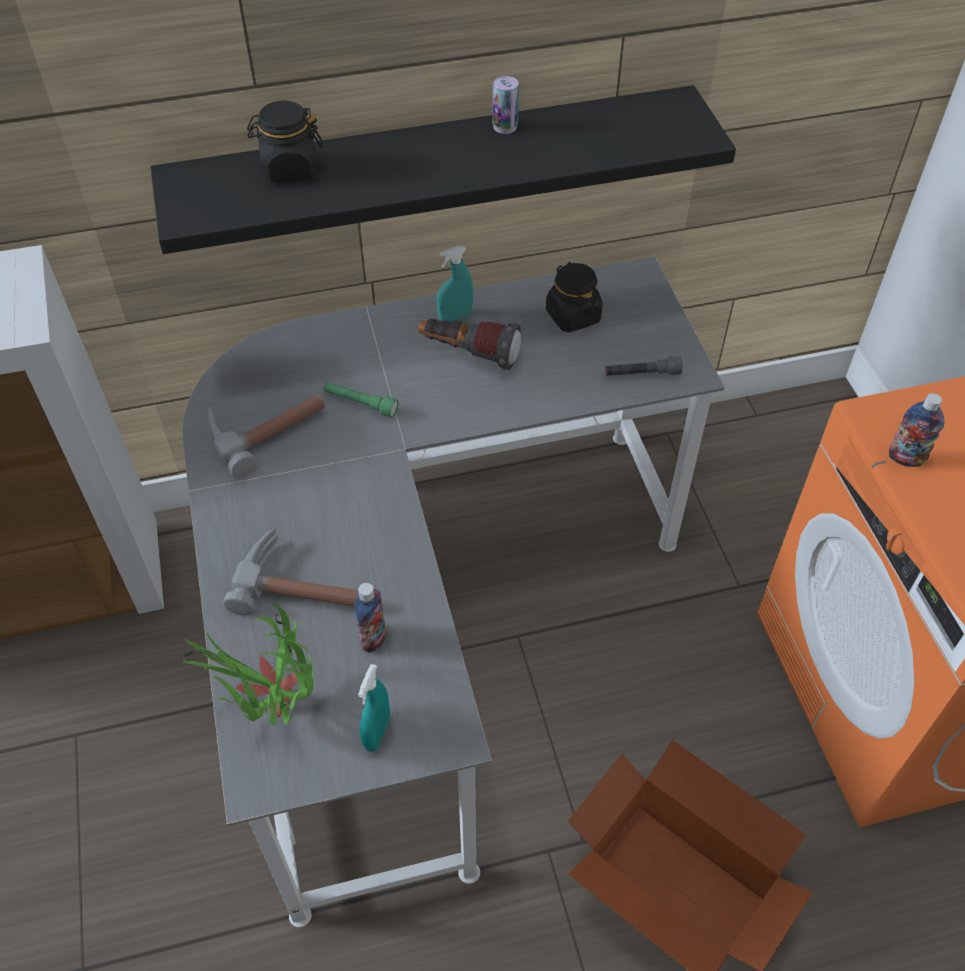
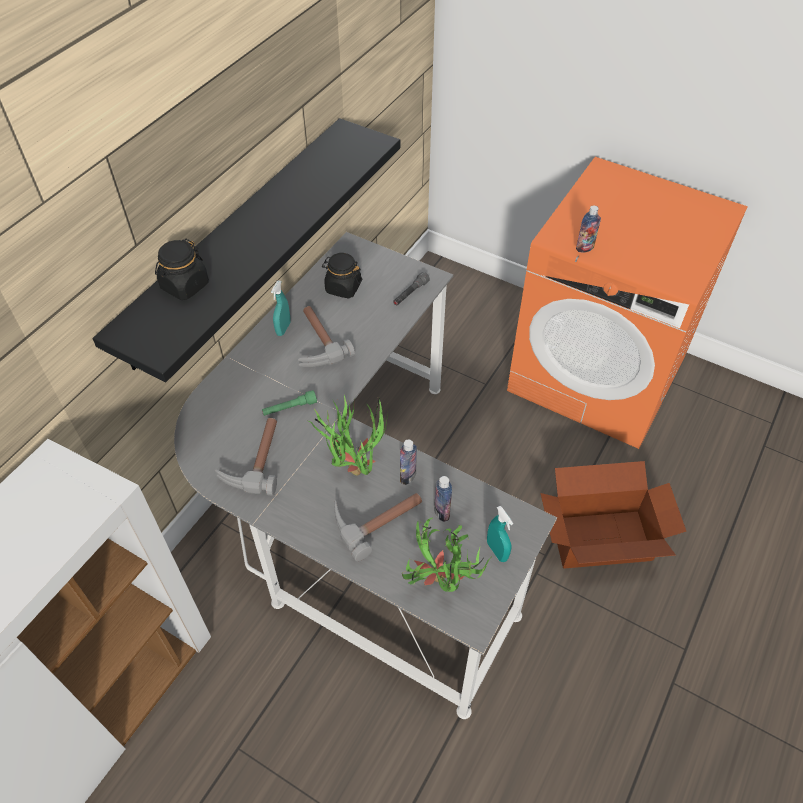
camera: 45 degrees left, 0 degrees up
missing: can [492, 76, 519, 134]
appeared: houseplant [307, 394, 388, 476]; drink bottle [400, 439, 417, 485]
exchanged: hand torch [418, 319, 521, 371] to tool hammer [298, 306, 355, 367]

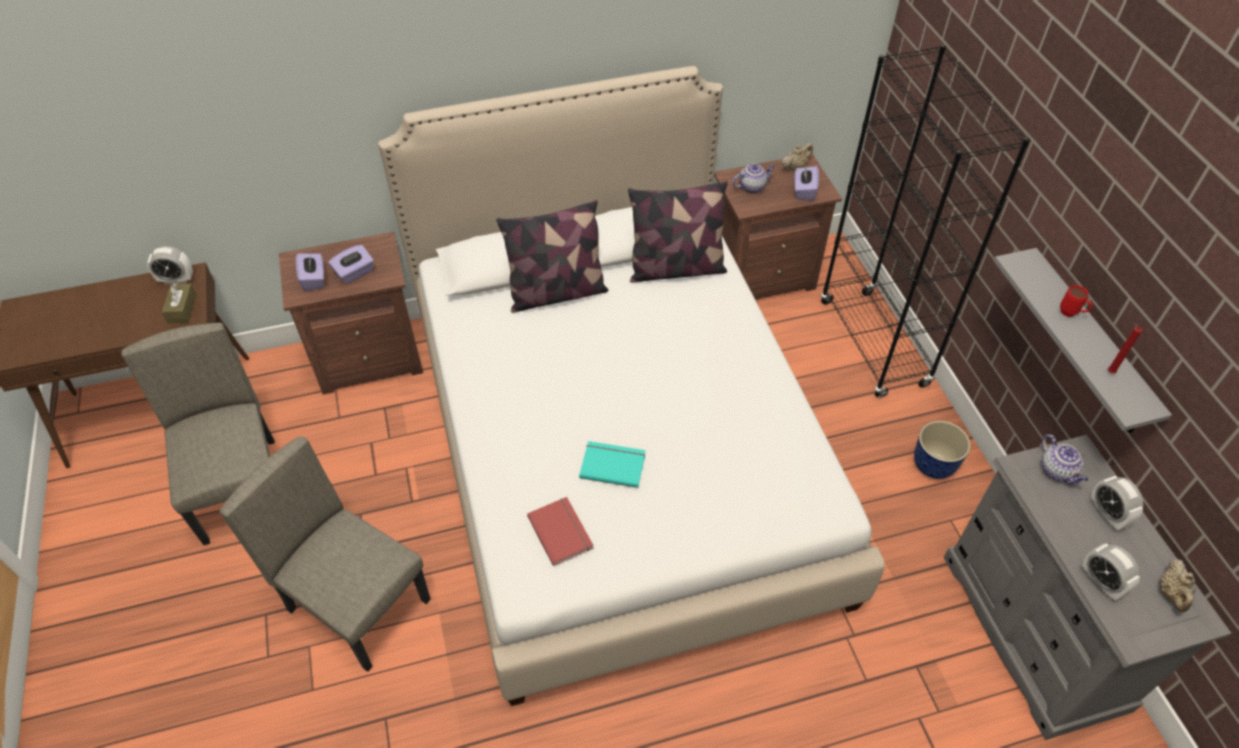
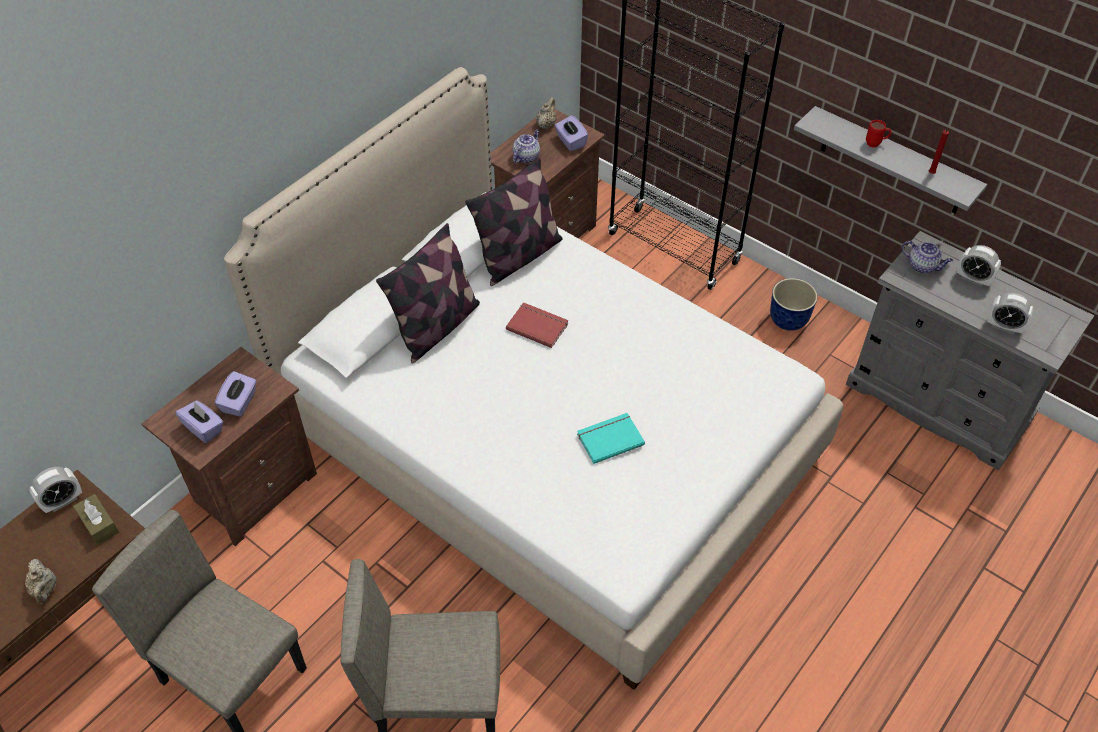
camera: 35 degrees left, 0 degrees up
relocated: sand-coloured teapot [1160, 559, 1196, 612] to [25, 559, 56, 605]; red-coloured volume [527, 497, 593, 566] to [506, 302, 569, 348]

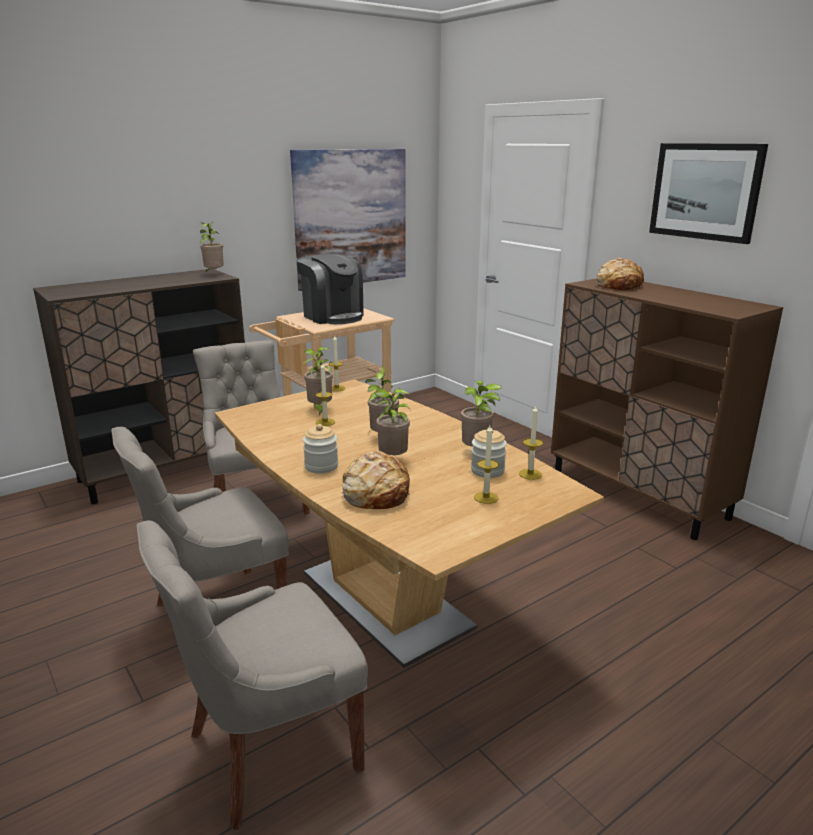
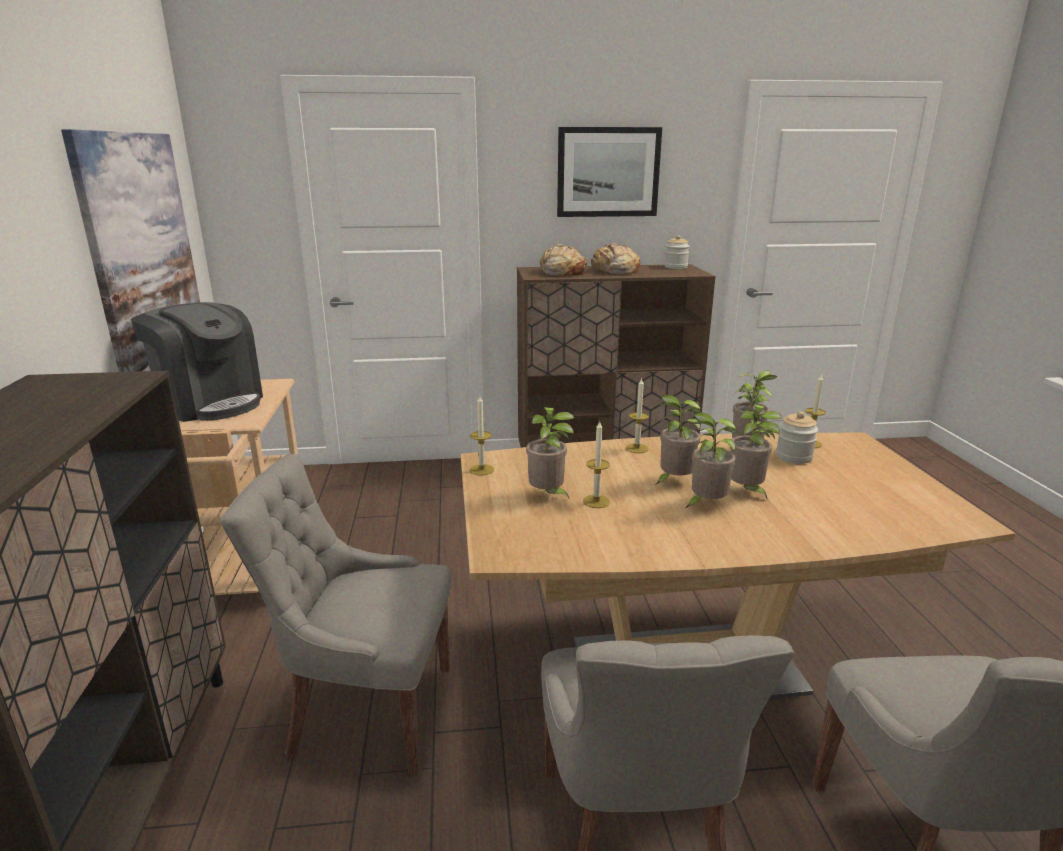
camera: 60 degrees left, 0 degrees up
relocated: bread [342, 451, 410, 509] to [591, 243, 640, 275]; candle [474, 425, 499, 504] to [626, 377, 649, 453]; storage jar [303, 424, 338, 474] to [664, 235, 690, 269]; houseplant [200, 221, 224, 273] to [686, 413, 738, 508]
spun: coffee machine [296, 254, 364, 324] = [131, 302, 263, 422] 45 degrees clockwise

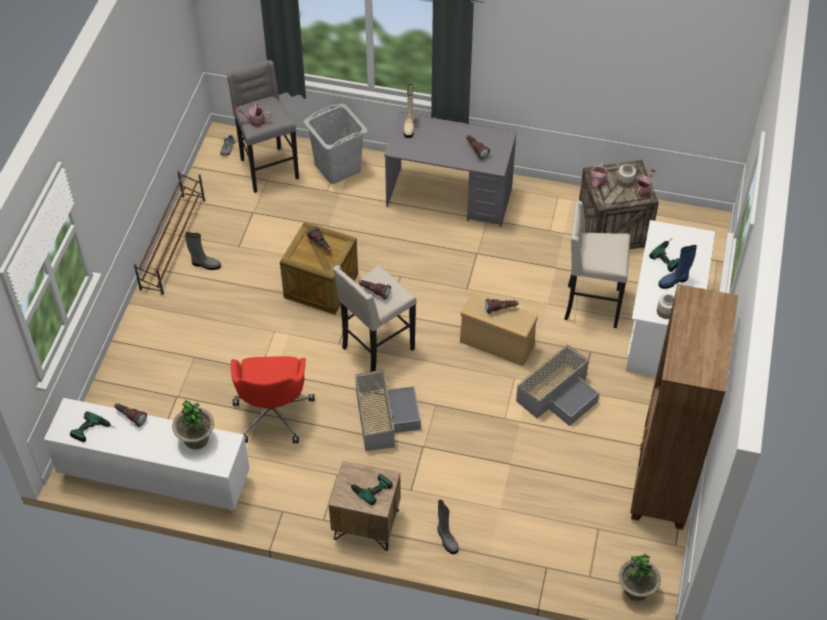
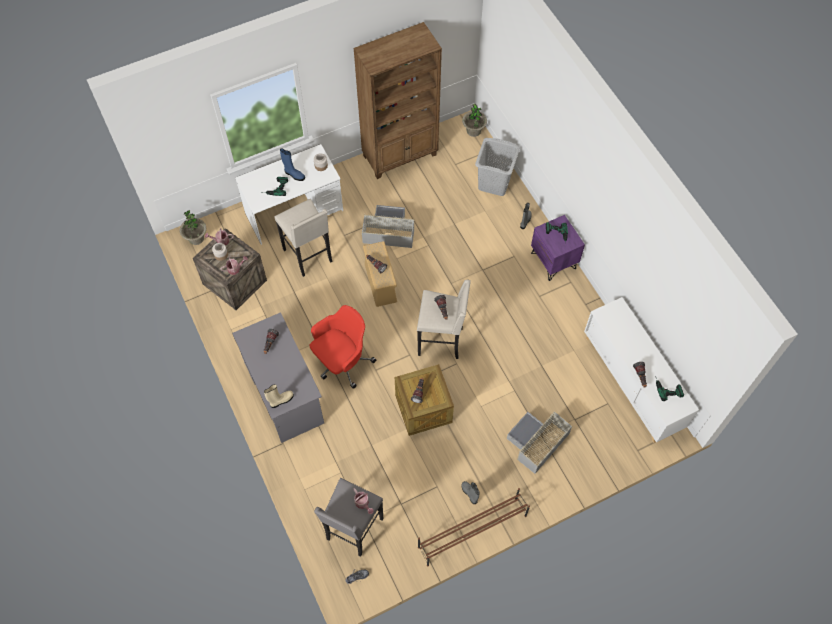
camera: 130 degrees left, 10 degrees up
relocated: houseplant [172, 400, 214, 450] to [180, 210, 206, 245]; red-coloured desk chair [231, 356, 315, 443] to [310, 305, 376, 389]; grey hamper [304, 103, 367, 184] to [475, 138, 520, 196]; grey storage container [355, 369, 421, 451] to [507, 411, 573, 474]
colour: brown-coloured bedside table [329, 461, 401, 551] to purple-coloured bedside table [531, 215, 585, 281]

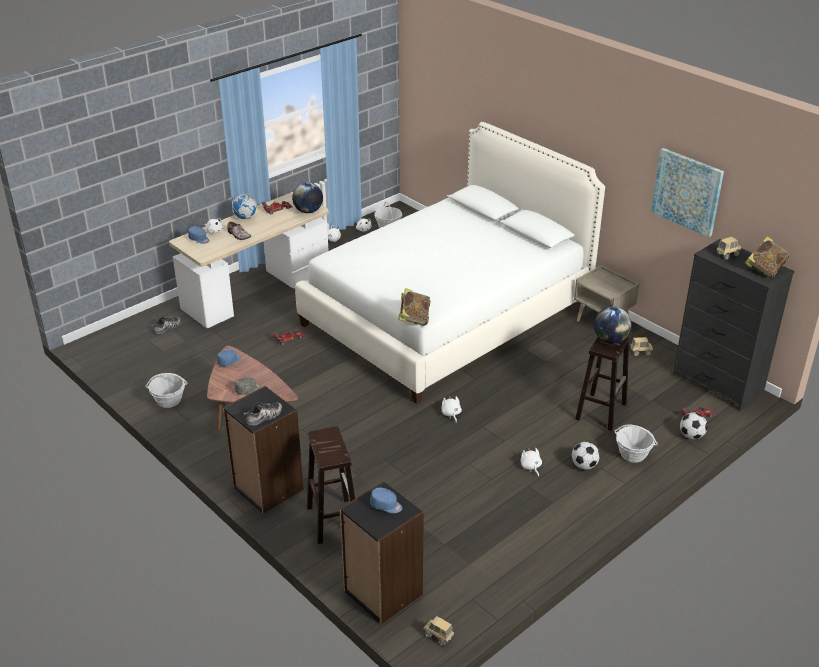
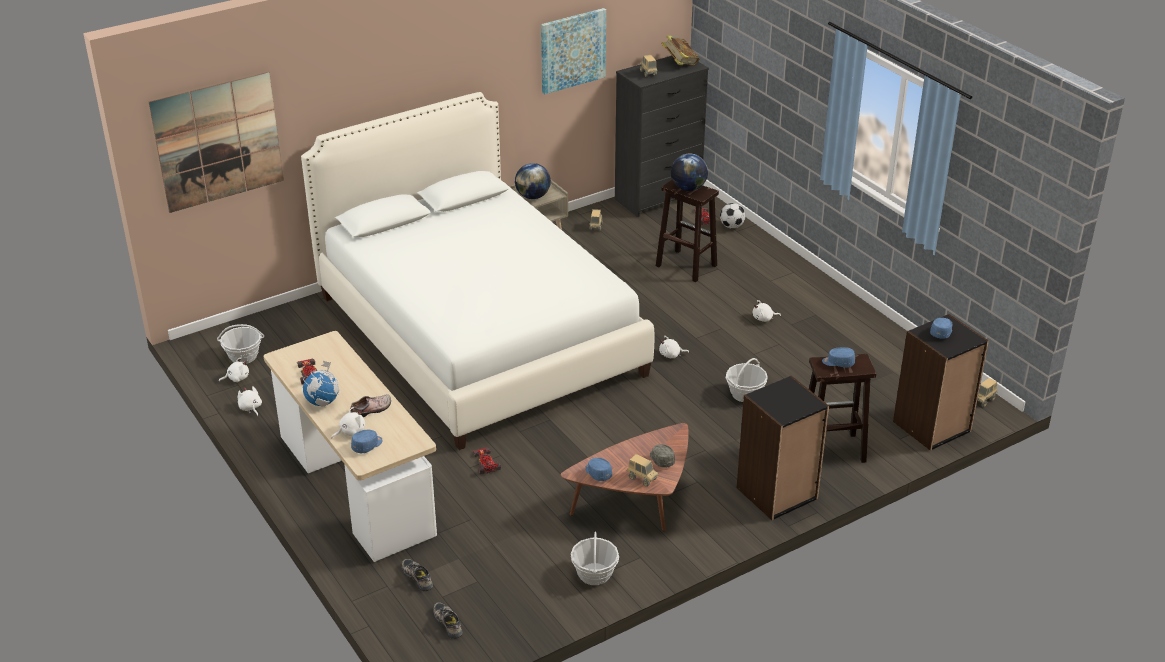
camera: 80 degrees left, 0 degrees up
missing: volume [398, 288, 430, 326]; football [572, 442, 600, 470]
appeared: picture [149, 72, 284, 213]; toy lorry [627, 454, 658, 487]; bluish peaked cap [822, 347, 855, 367]
relocated: item of footwear [243, 403, 282, 426] to [433, 602, 462, 639]; world globe [292, 182, 323, 213] to [515, 163, 551, 199]; storage basket [614, 424, 658, 463] to [726, 358, 768, 402]

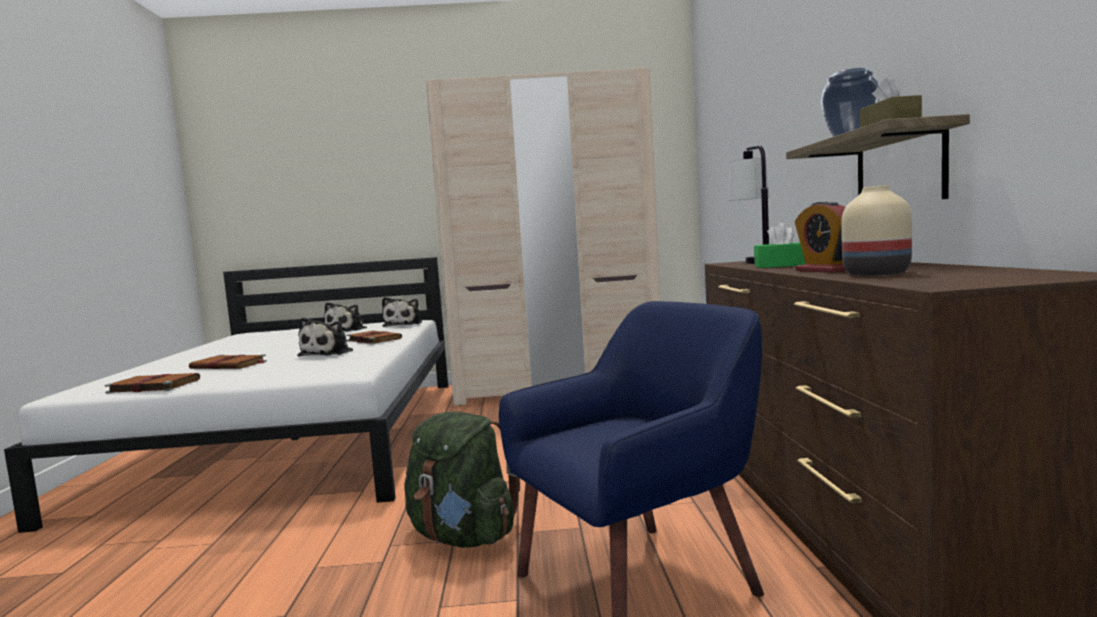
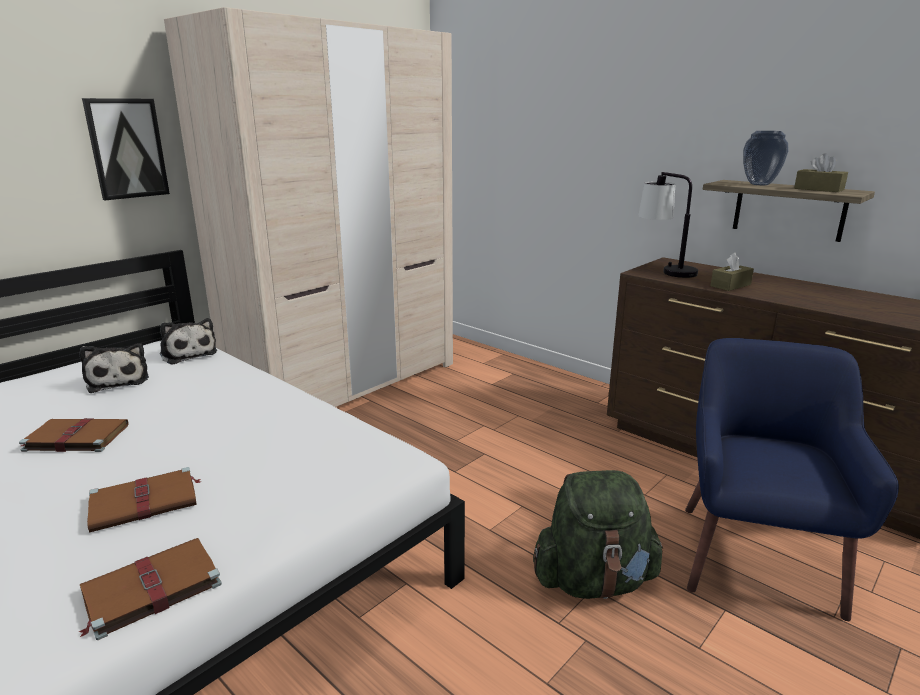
camera: 45 degrees left, 15 degrees up
missing: cuddly toy [297, 317, 353, 357]; alarm clock [795, 201, 846, 273]; sand-coloured vase [841, 185, 912, 276]
appeared: picture [82, 98, 170, 200]
relocated: brown-coloured volume [346, 331, 402, 345] to [19, 418, 128, 452]
colour: green-coloured tissue holder [754, 223, 805, 268] to brown-coloured tissue holder [710, 253, 754, 291]

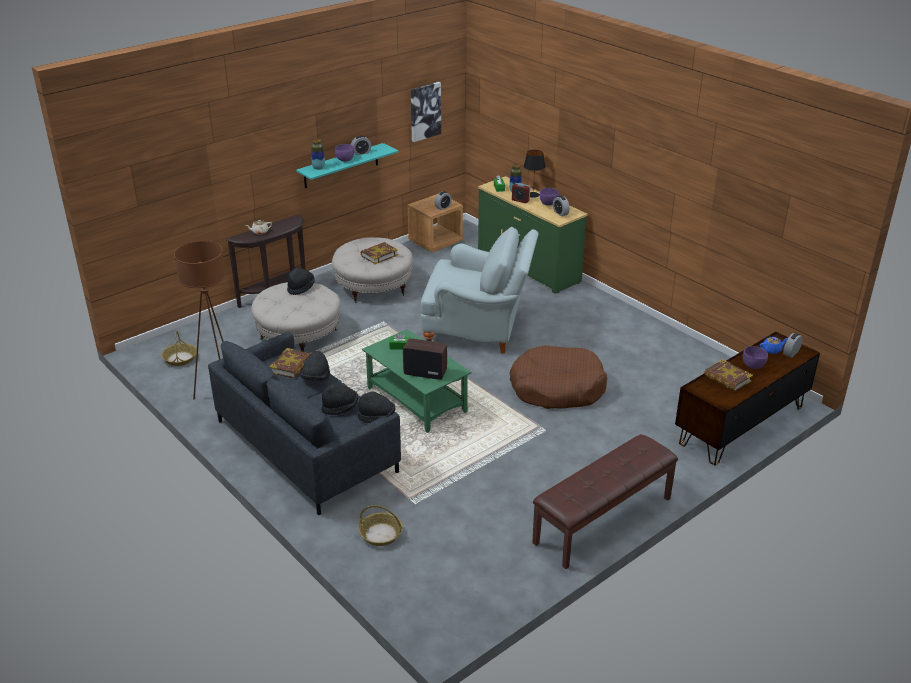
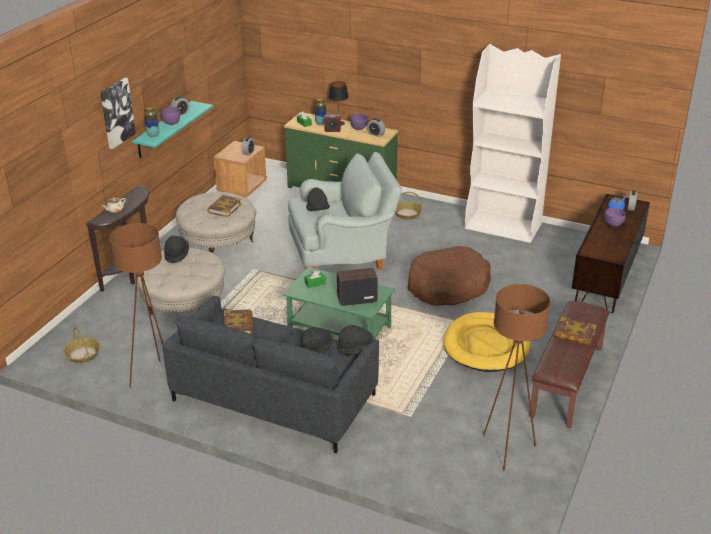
camera: 25 degrees left, 0 degrees up
appeared: yellow pet bed [443, 312, 531, 372]; whitish shelving unit [465, 44, 561, 243]; brown-coloured standard lamp [483, 284, 551, 471]
relocated: picture [411, 82, 441, 142] to [100, 78, 136, 149]; black clothing hat [300, 351, 330, 381] to [306, 187, 330, 211]; storage basket [358, 505, 403, 546] to [395, 192, 422, 219]; volume [704, 359, 753, 392] to [554, 317, 597, 346]

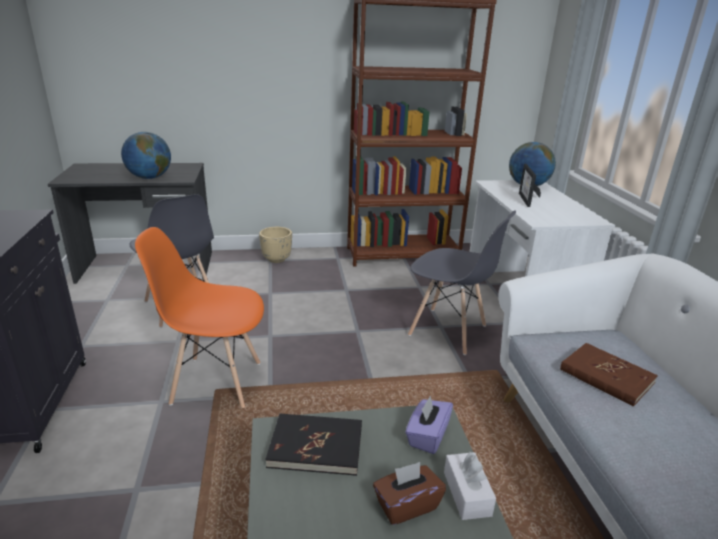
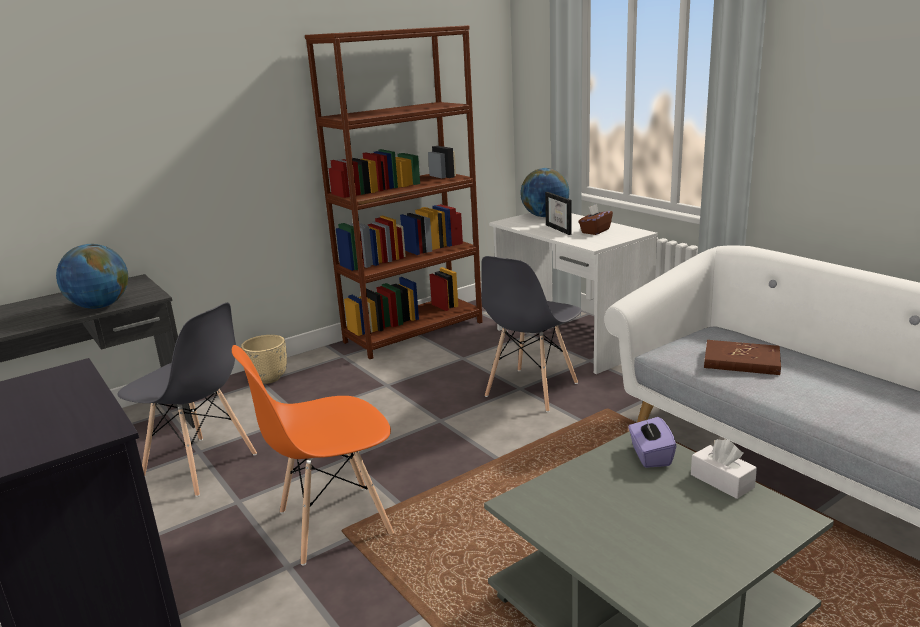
camera: 25 degrees left, 5 degrees down
missing: black volume [265, 414, 362, 476]
relocated: brown-coloured tissue holder [373, 462, 446, 525] to [578, 204, 613, 235]
spun: grey plain chair [408, 210, 516, 355] = [481, 256, 581, 412] 120 degrees clockwise

